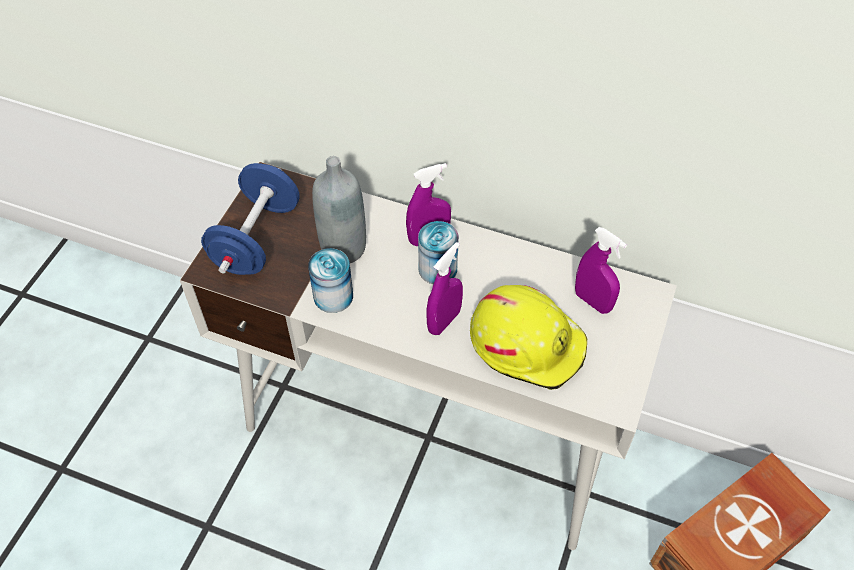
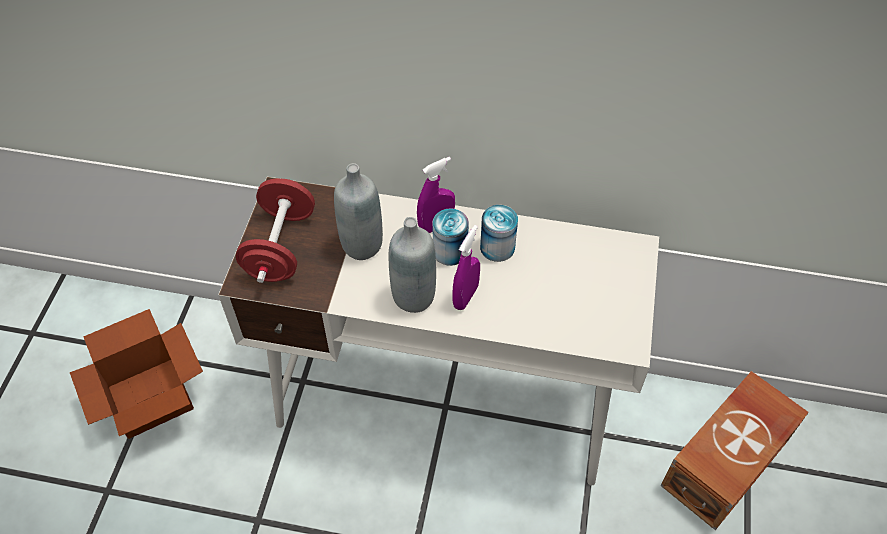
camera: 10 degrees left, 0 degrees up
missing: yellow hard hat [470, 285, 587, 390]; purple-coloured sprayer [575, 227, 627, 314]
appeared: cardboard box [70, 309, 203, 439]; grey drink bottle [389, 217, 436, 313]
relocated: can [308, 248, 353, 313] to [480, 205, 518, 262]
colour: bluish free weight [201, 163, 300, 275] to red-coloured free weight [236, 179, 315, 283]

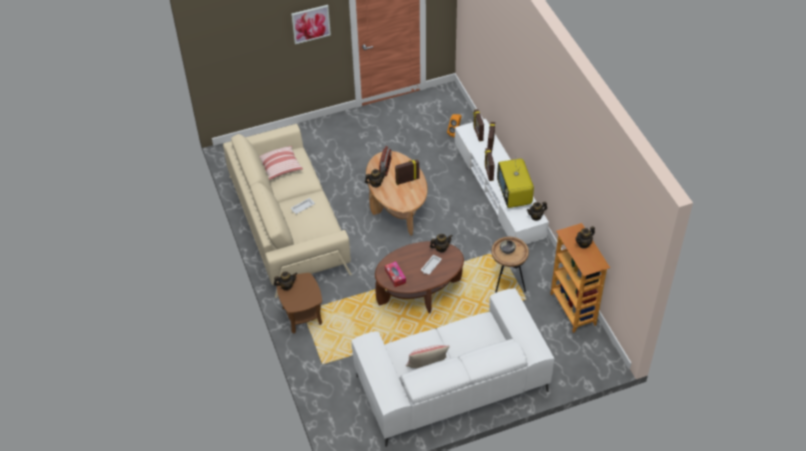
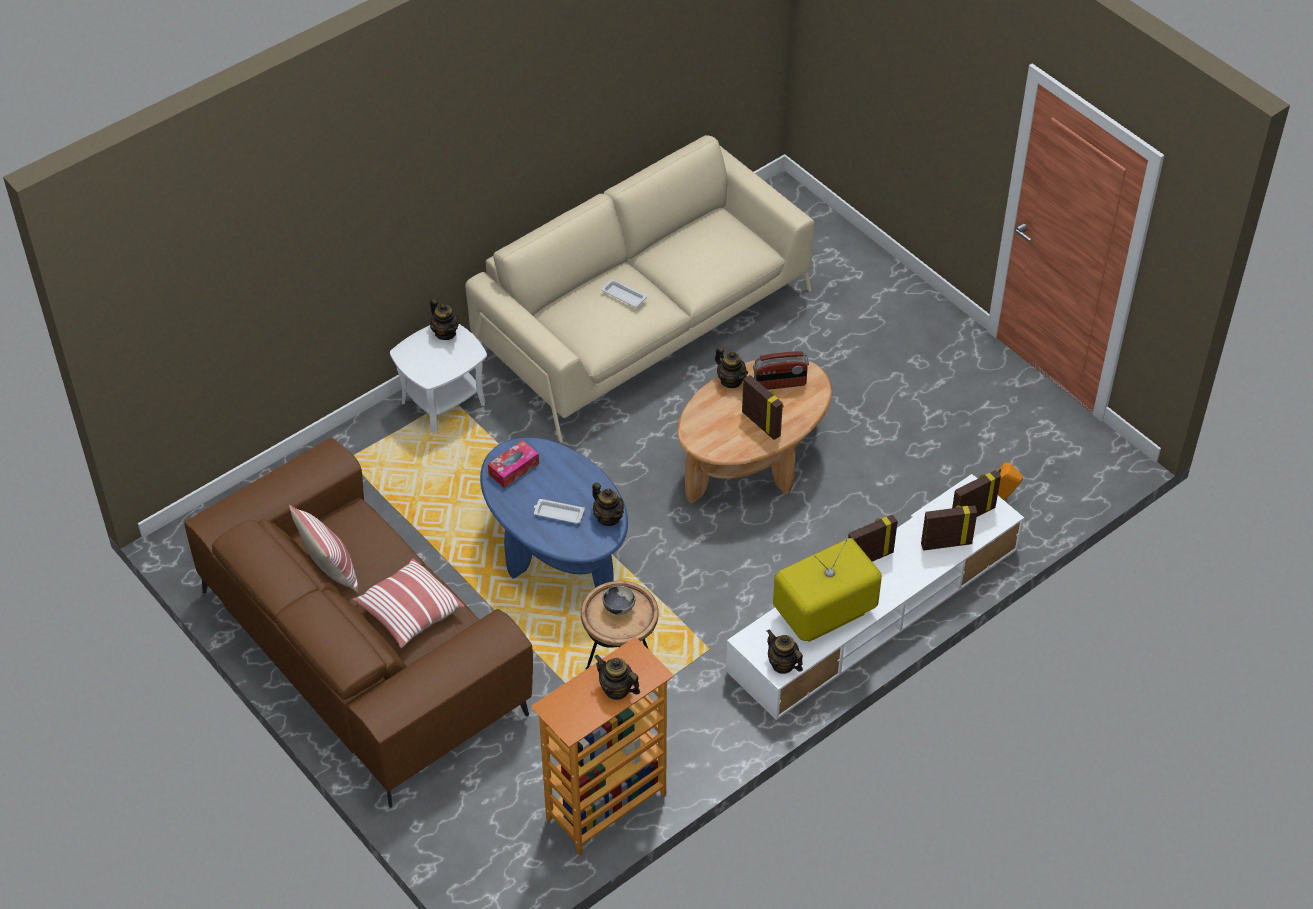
camera: 70 degrees right, 0 degrees up
missing: picture [291, 5, 331, 44]
relocated: pillow [259, 146, 303, 180] to [353, 559, 465, 648]
colour: whitish settee [352, 288, 554, 447] to brown-coloured settee [184, 438, 533, 807]; brown-coloured accent table [277, 273, 322, 334] to whitish accent table [390, 324, 487, 433]; brown-coloured coffee table [375, 241, 464, 313] to bluish coffee table [480, 437, 628, 588]

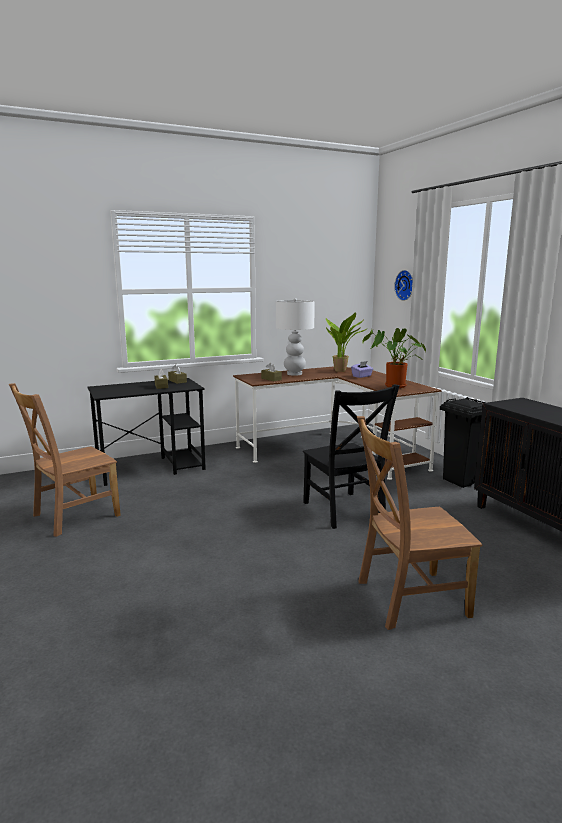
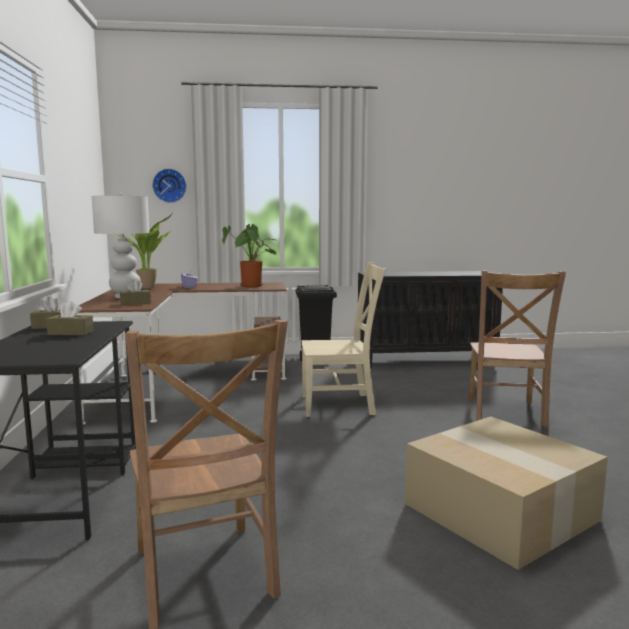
camera: 70 degrees left, 5 degrees down
appeared: cardboard box [405, 417, 608, 570]
colour: black plain chair [303, 384, 400, 529] to sand-coloured plain chair [302, 262, 386, 417]

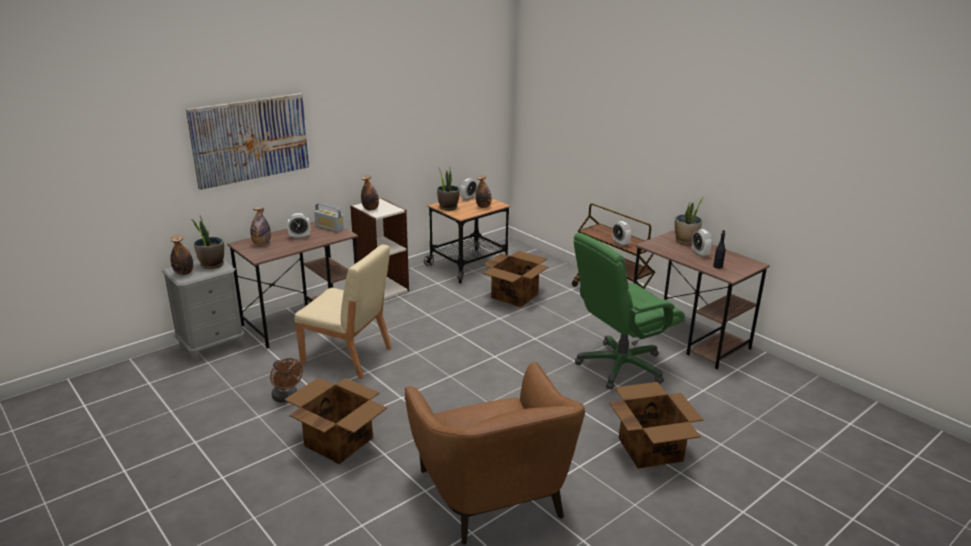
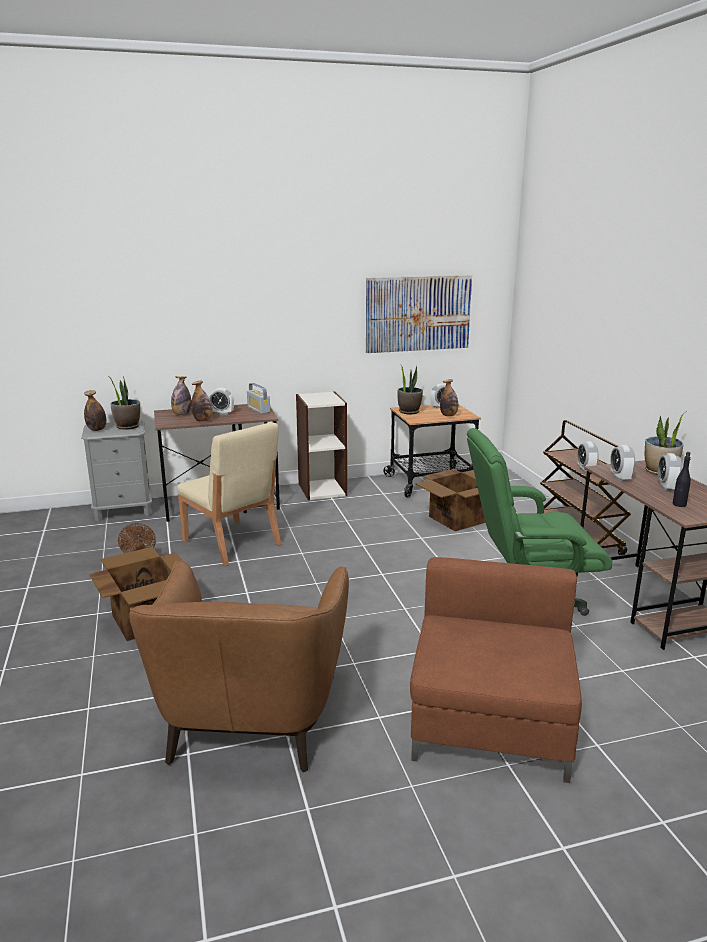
camera: 25 degrees right, 5 degrees down
appeared: alarm clock [610, 445, 635, 481]
relocated: drink bottle [361, 175, 379, 210] to [191, 381, 213, 422]; picture [186, 93, 309, 190] to [366, 275, 472, 353]
exchanged: cardboard box [609, 382, 703, 468] to brown-coloured lounge chair [410, 557, 582, 783]

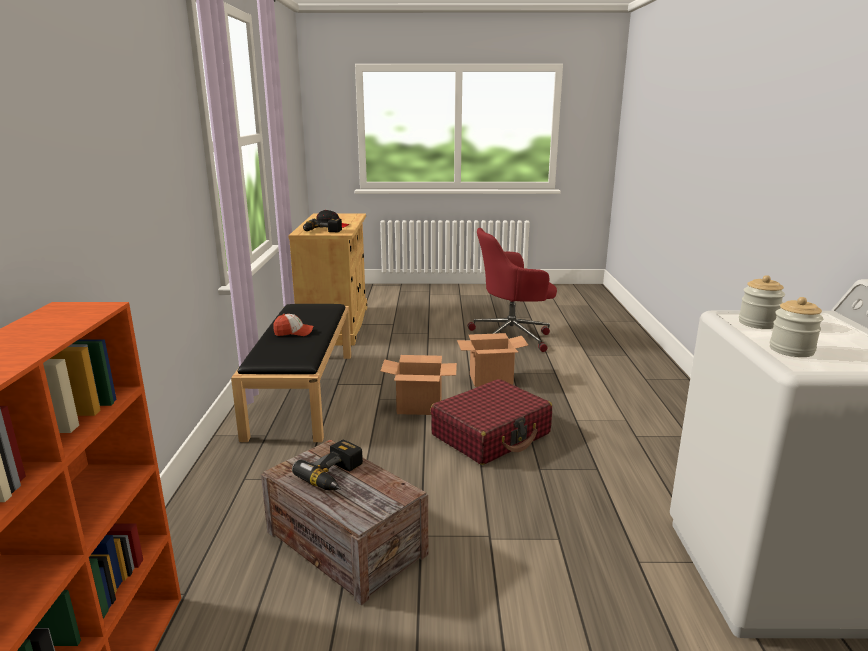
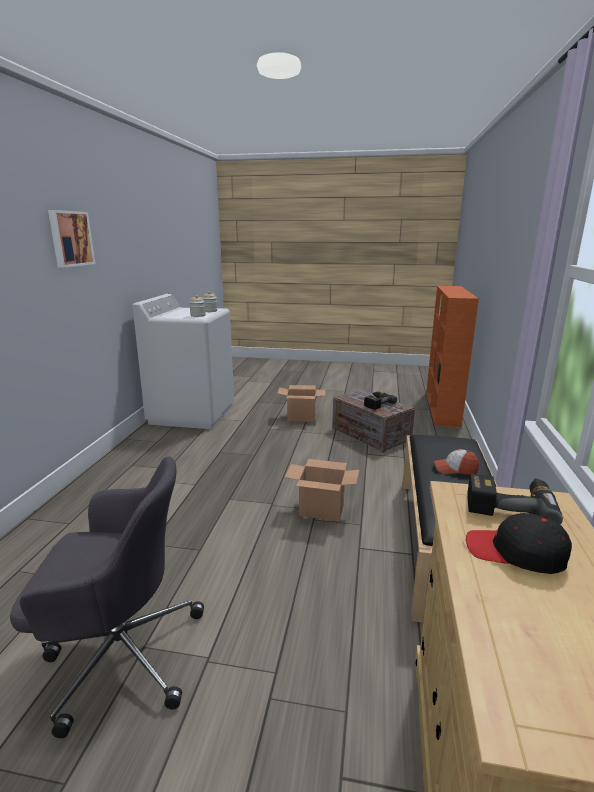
camera: 170 degrees left, 0 degrees up
missing: red-coloured suitcase [431, 379, 552, 465]
appeared: picture [48, 210, 95, 268]
relocated: cardboard box [457, 333, 528, 387] to [277, 385, 325, 422]
colour: red-coloured desk chair [468, 228, 557, 352] to grey desk chair [10, 456, 204, 738]

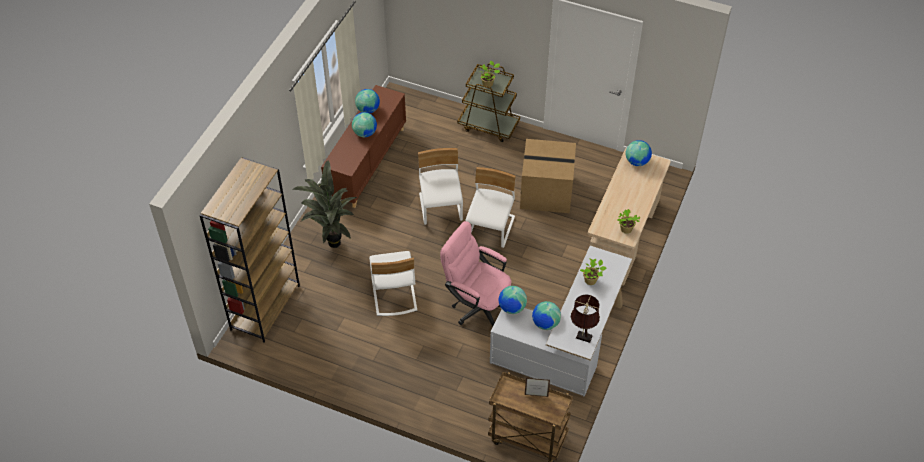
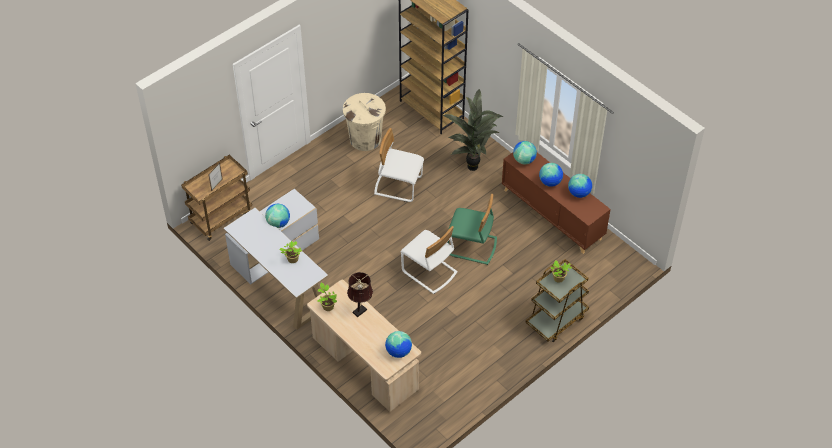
camera: 115 degrees right, 0 degrees up
missing: pinkish desk chair [440, 221, 511, 326]; cardboard box [520, 139, 576, 213]
appeared: sand-coloured rubbish bin [343, 93, 386, 151]
relocated: brown-coloured lamp for a table [571, 294, 600, 343] to [347, 272, 373, 317]; world globe [499, 286, 527, 314] to [513, 141, 537, 165]
colour: whitish plain chair [418, 148, 463, 225] to green-coloured plain chair [447, 194, 497, 265]

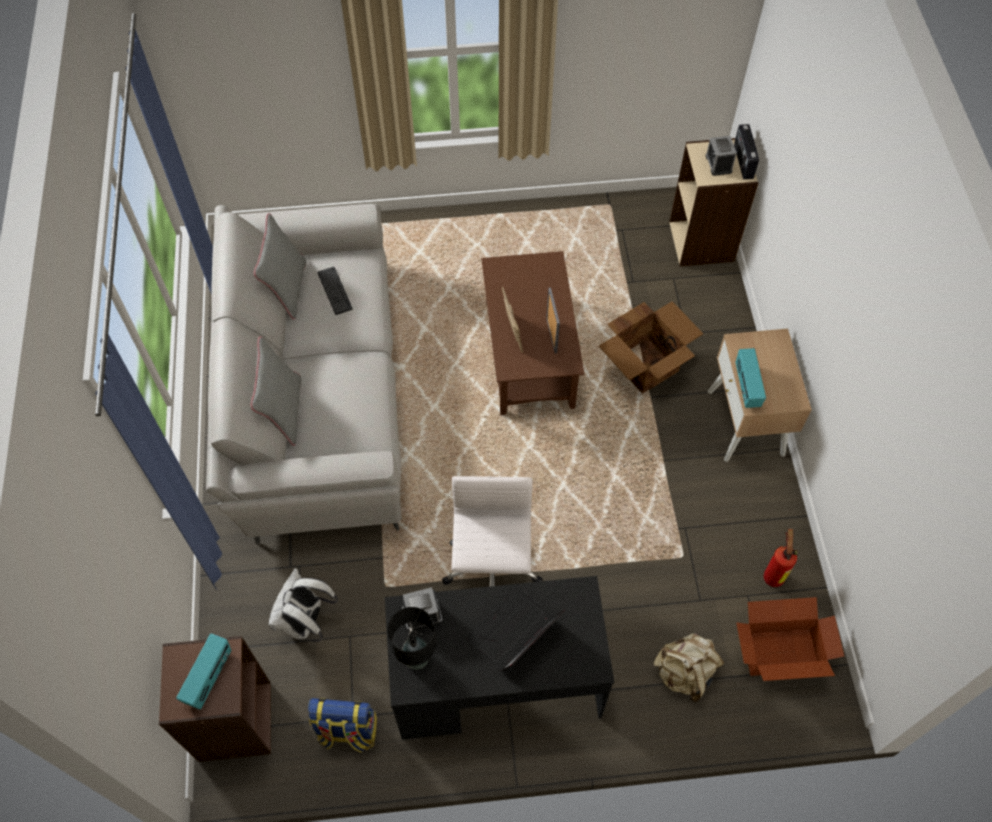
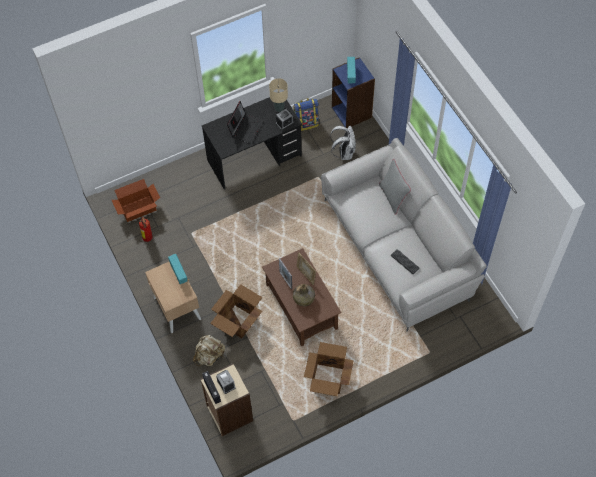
camera: 160 degrees right, 0 degrees up
missing: grey pillow [254, 213, 307, 320]; whitish desk chair [442, 476, 543, 587]
appeared: green-coloured drink bottle [293, 284, 315, 306]; cardboard box [304, 342, 354, 396]
relocated: sand-coloured knapsack [654, 633, 724, 702] to [193, 335, 225, 366]
colour: black lamp for a table [387, 607, 436, 670] to sand-coloured lamp for a table [269, 78, 288, 112]; brown-coloured shelving unit [159, 636, 271, 762] to bluish shelving unit [332, 57, 375, 128]

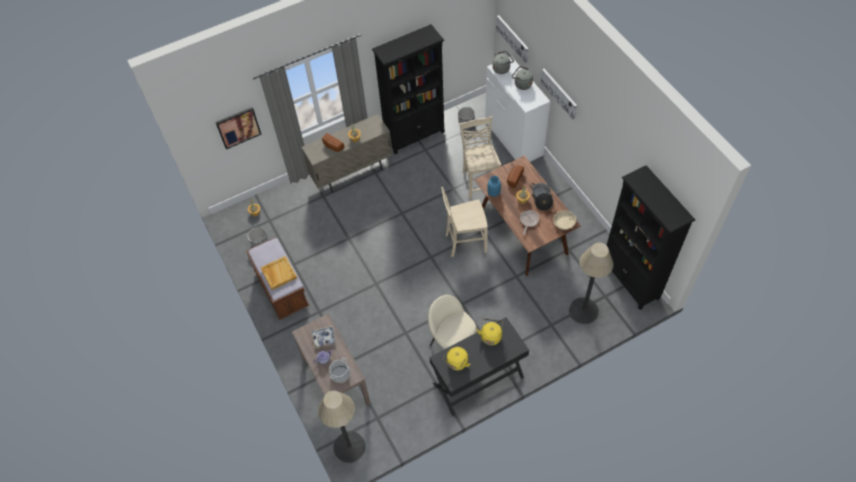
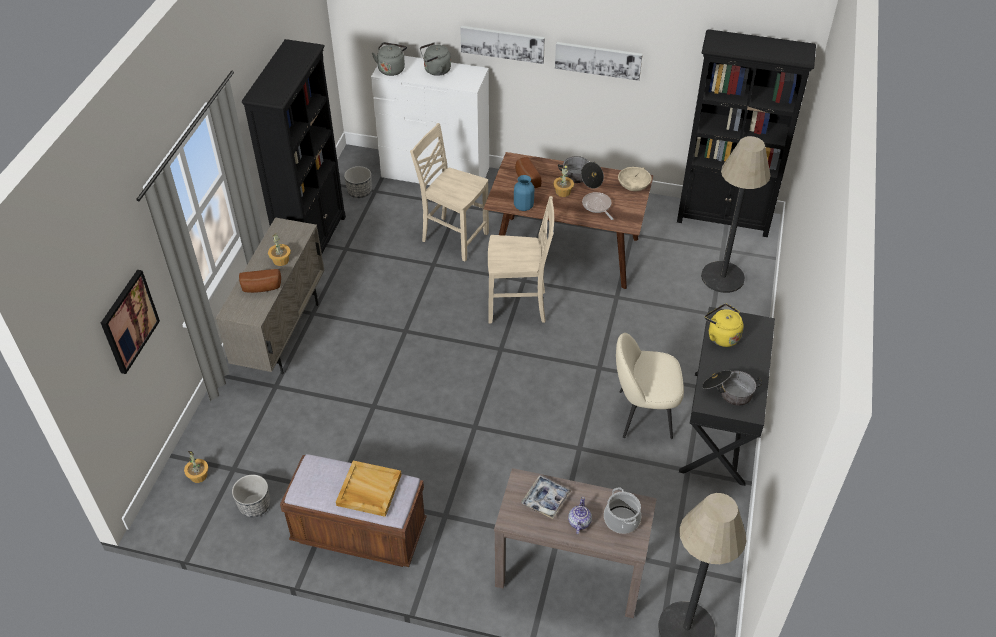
camera: 50 degrees left, 10 degrees down
relocated: picture [496, 15, 529, 63] to [555, 42, 643, 81]
exchanged: yellow water kettle [443, 347, 470, 370] to cooking pot [702, 370, 762, 406]
spun: sand-coloured plain chair [441, 187, 488, 257] = [488, 196, 554, 324] 120 degrees counterclockwise

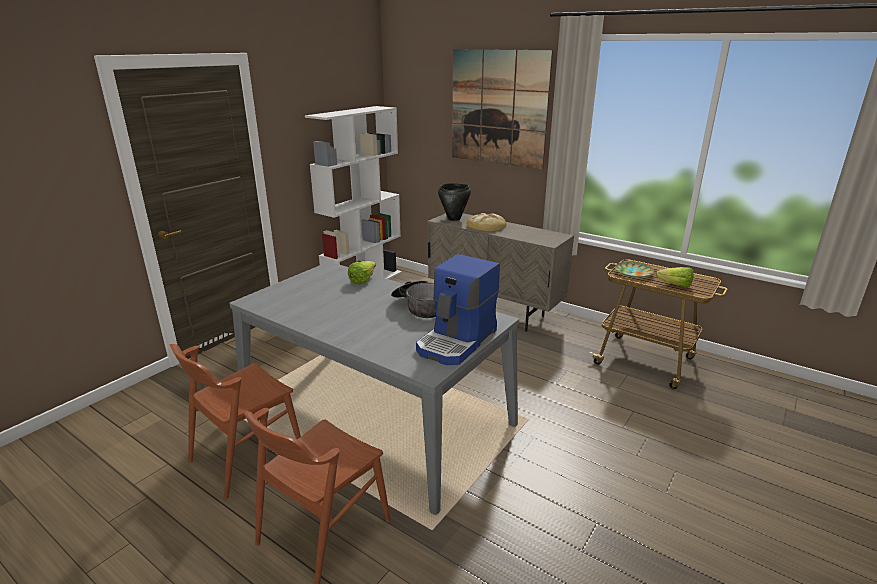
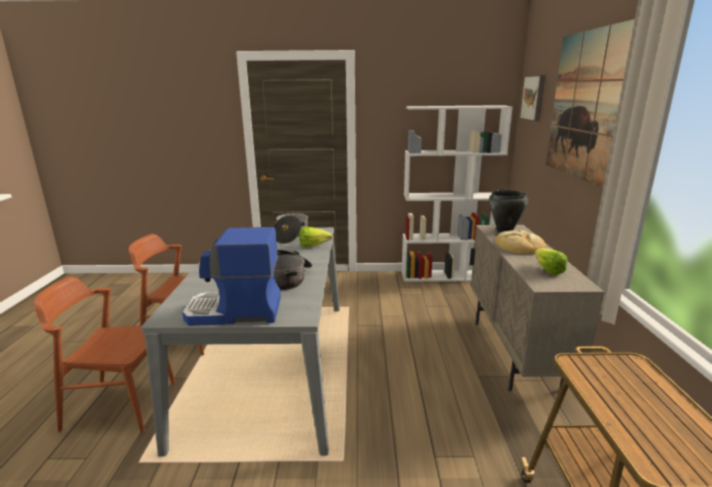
camera: 55 degrees right, 5 degrees down
missing: dinner plate [615, 262, 654, 278]
appeared: cooking pot [273, 211, 308, 244]; picture [519, 75, 546, 121]
relocated: head of lettuce [656, 267, 694, 288] to [534, 248, 567, 275]

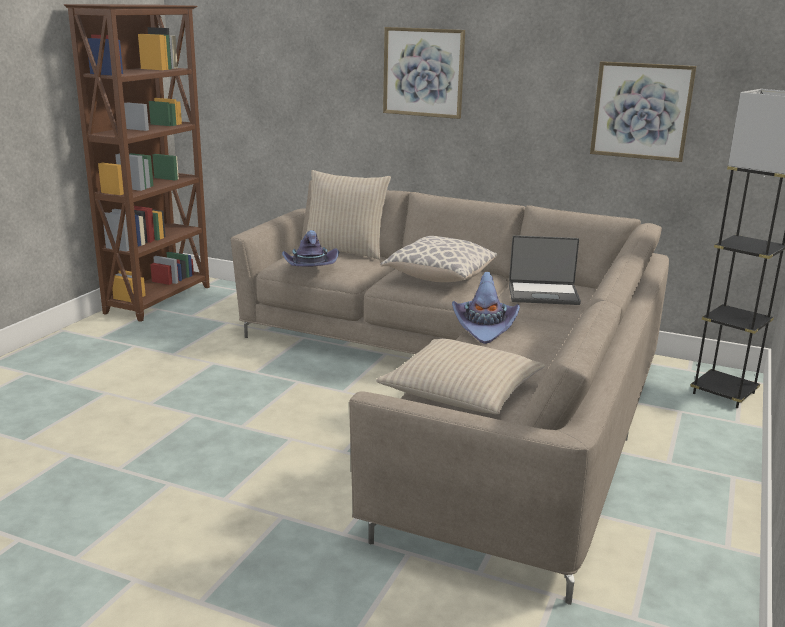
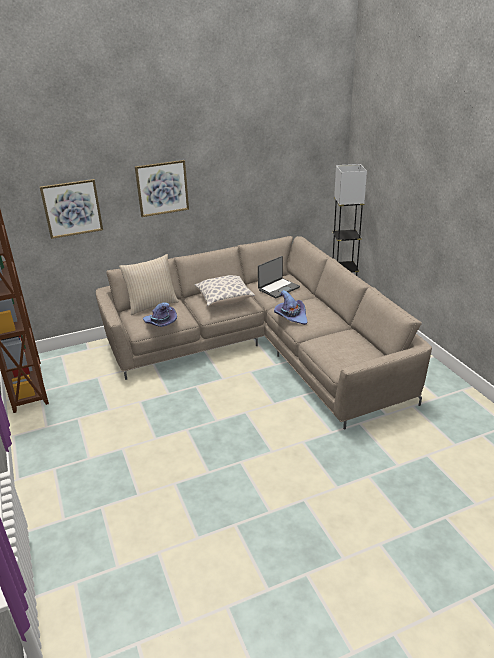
camera: 45 degrees left, 10 degrees up
missing: sand-coloured pillow [376, 339, 545, 414]
relocated: picture [590, 61, 697, 162] to [40, 179, 103, 239]

